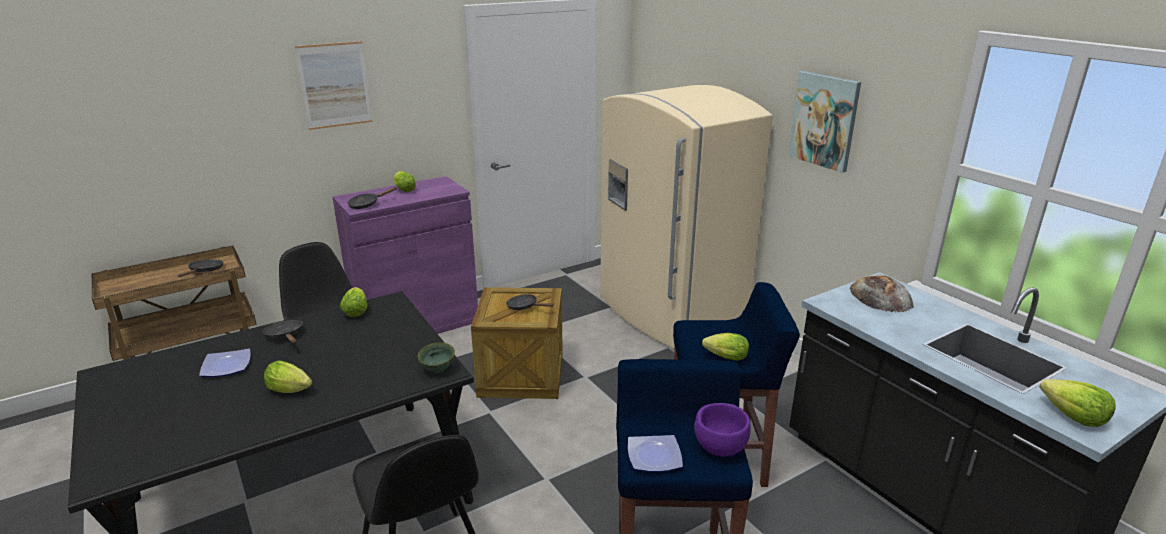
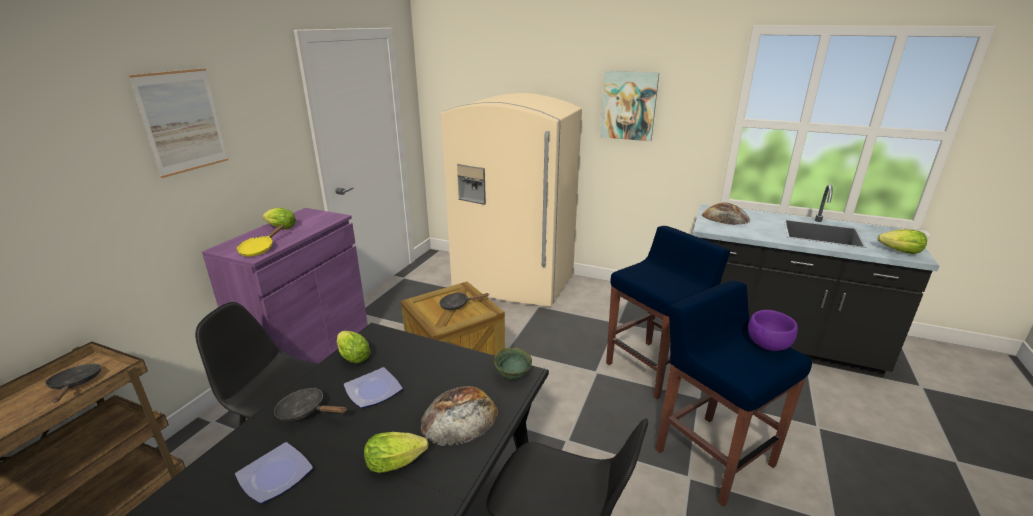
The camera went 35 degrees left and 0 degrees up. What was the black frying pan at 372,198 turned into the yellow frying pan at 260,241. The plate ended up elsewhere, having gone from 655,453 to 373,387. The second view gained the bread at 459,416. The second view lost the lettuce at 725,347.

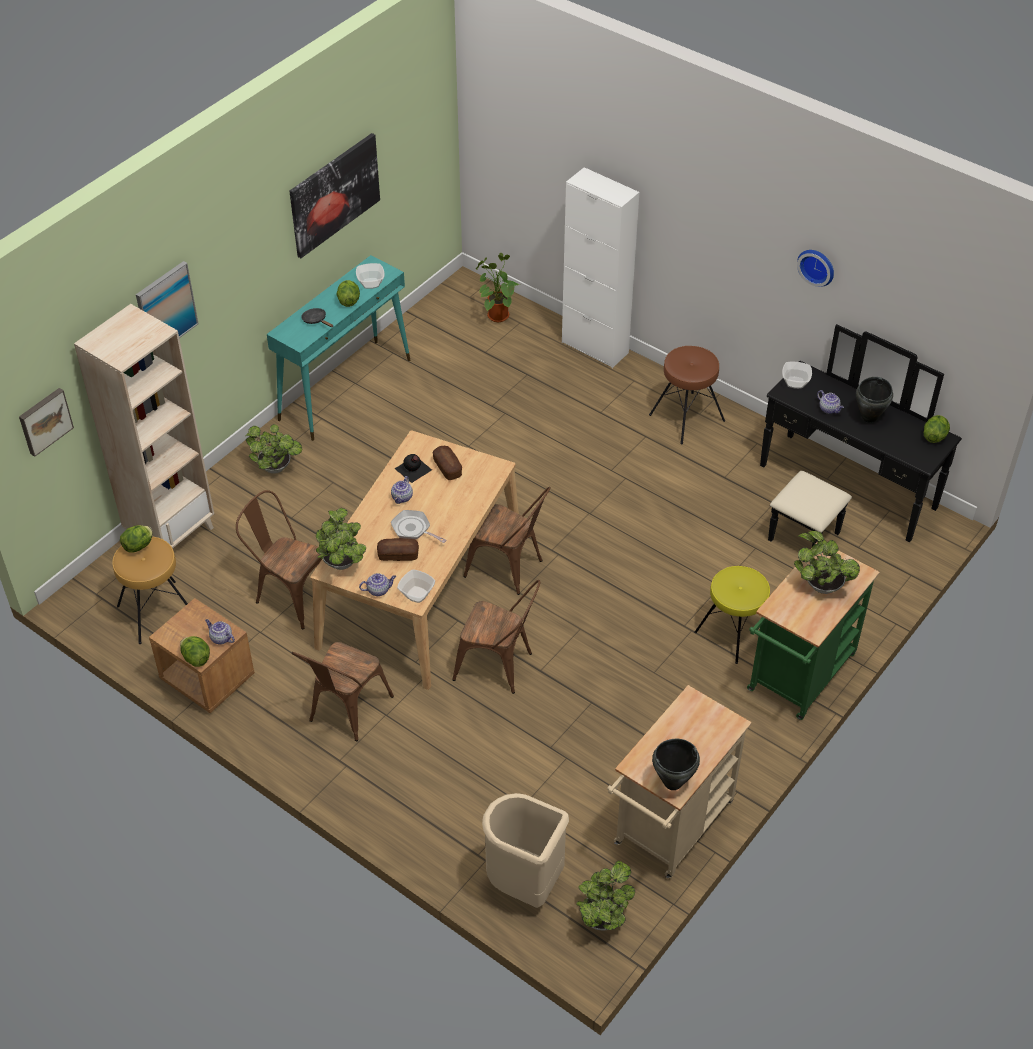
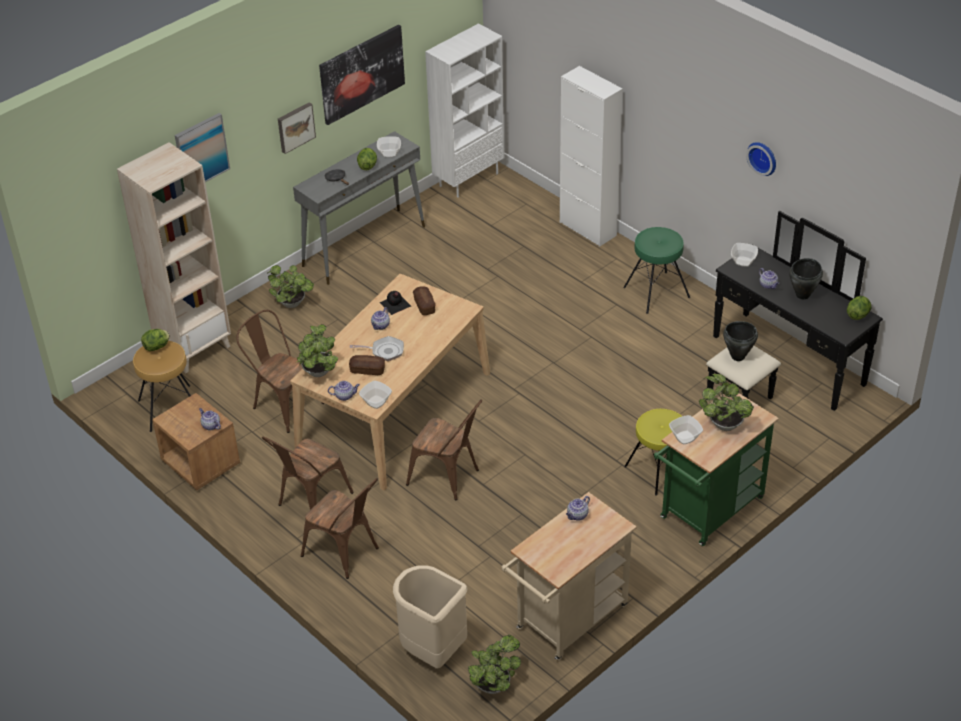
The camera went 10 degrees right and 5 degrees down. The picture ended up elsewhere, having gone from 46,422 to 297,128. What was the turquoise console table at 338,348 turned into the grey console table at 359,208. The brown chair ended up elsewhere, having gone from 507,541 to 340,528. The frying pan at 419,526 ended up facing another way, 135 degrees clockwise from before. The second view gained the white bookcase at 464,110. The second view gained the teapot at 578,508. What was the brown stool at 687,395 turned into the green stool at 656,270. The second view gained the bowl at 686,429. The black cooking pot ended up elsewhere, having gone from 676,764 to 740,341. The second view lost the lettuce at 195,651. The second view lost the potted plant at 498,287.

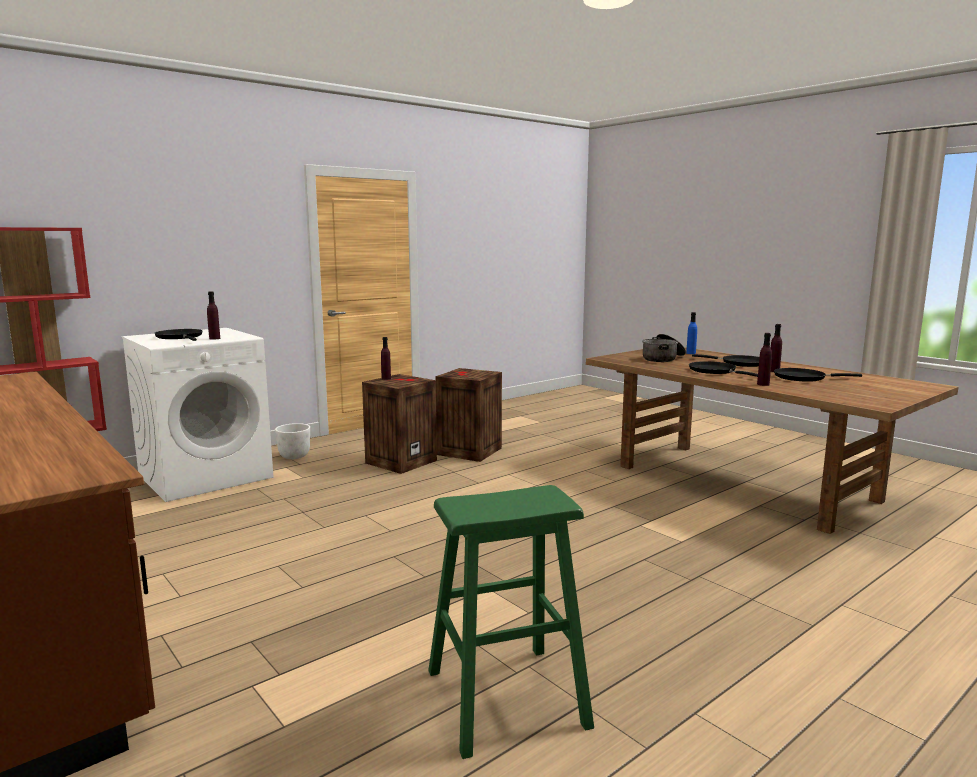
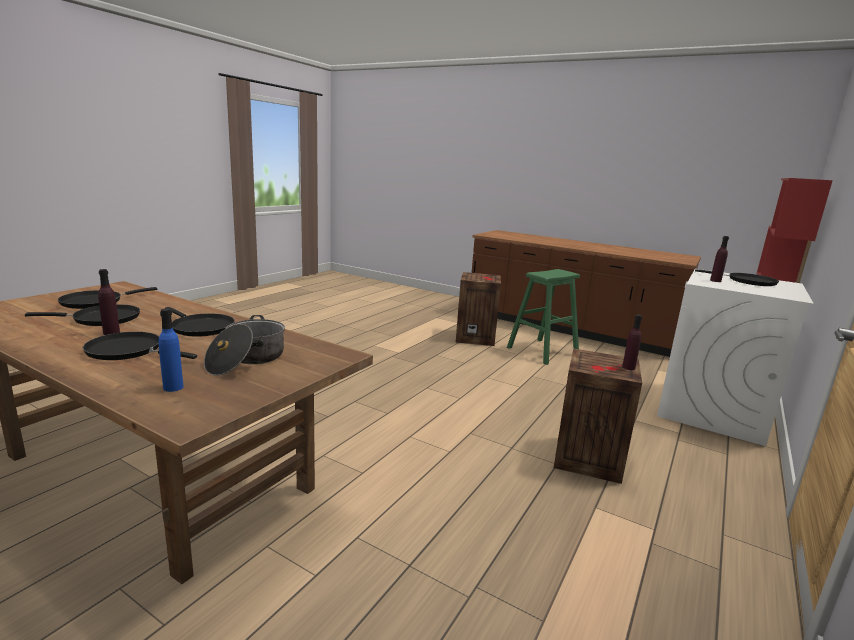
The camera went 160 degrees right and 5 degrees up. The second view gained the black frying pan at 107,298. The crate ended up elsewhere, having gone from 468,415 to 478,309. The green stool ended up elsewhere, having gone from 511,622 to 543,317. The second view lost the white planter at 292,441. The second view lost the purple bottle at 764,359.

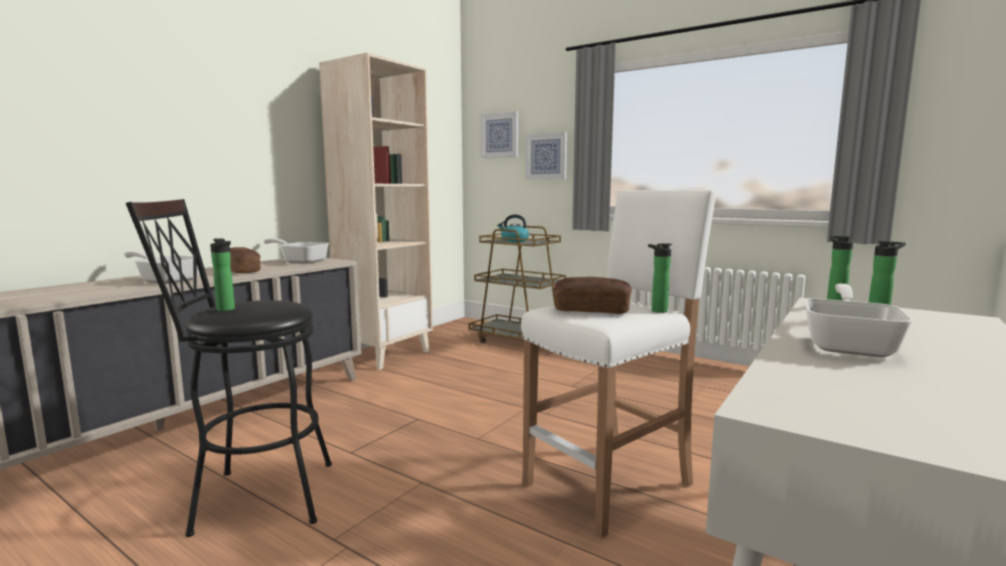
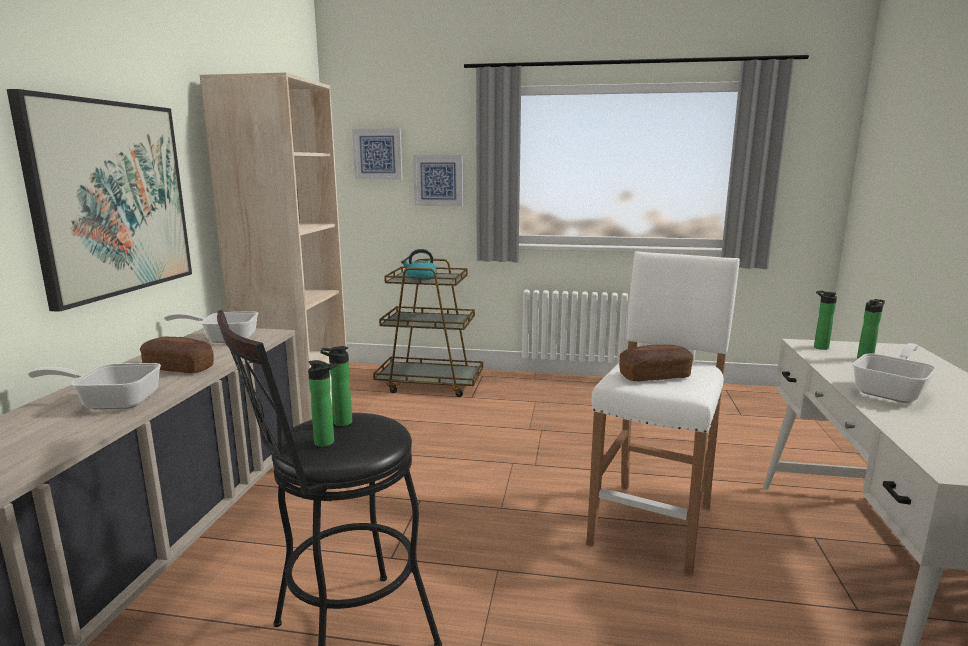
The camera went 25 degrees left and 5 degrees up. The second view gained the picture at 99,200. The bottle ended up elsewhere, having gone from 660,278 to 336,386. The frying pan at 858,320 ended up facing another way, 45 degrees clockwise from before.

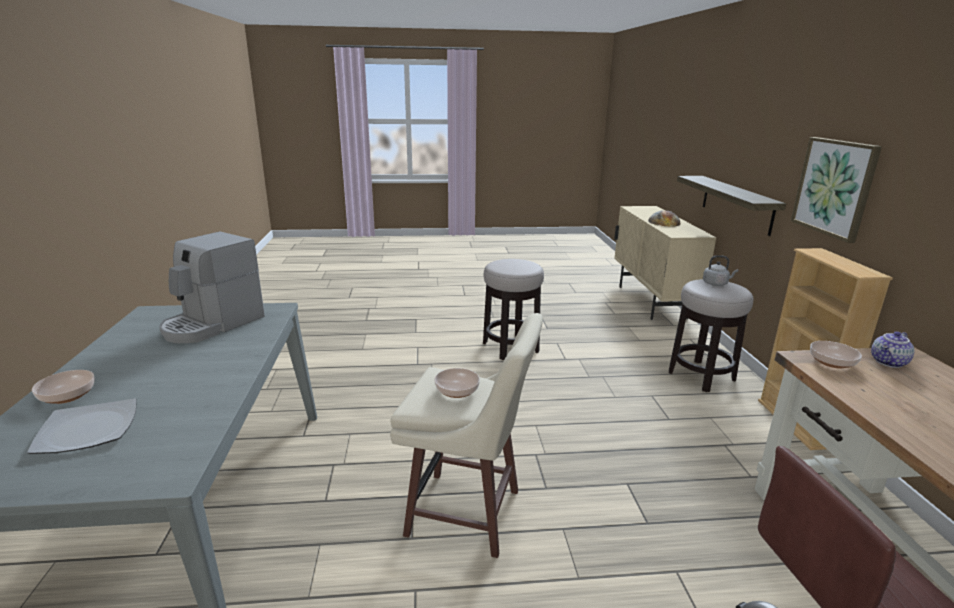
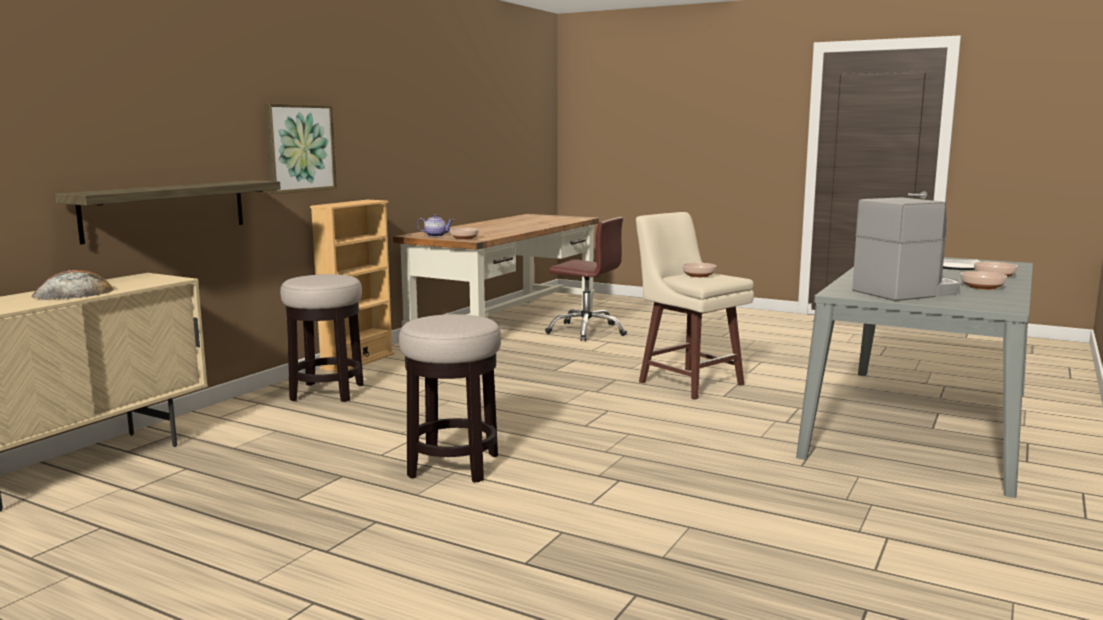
The camera went 145 degrees left and 10 degrees down. The second view gained the bowl at 984,280. The second view lost the grey kettle at 720,270.

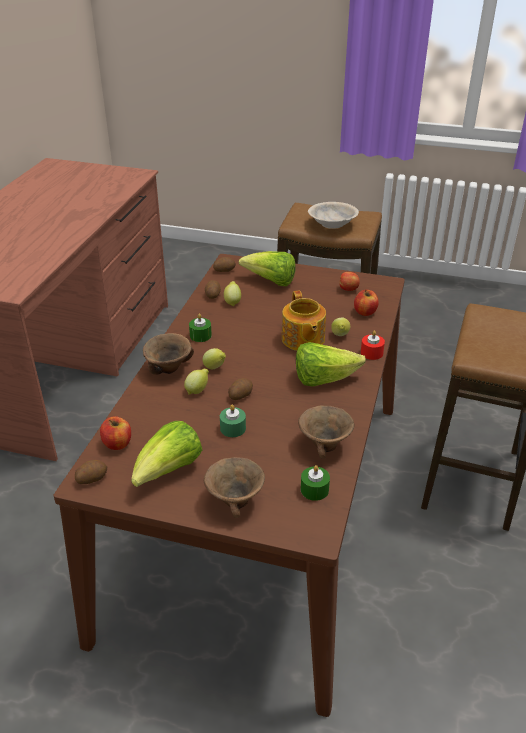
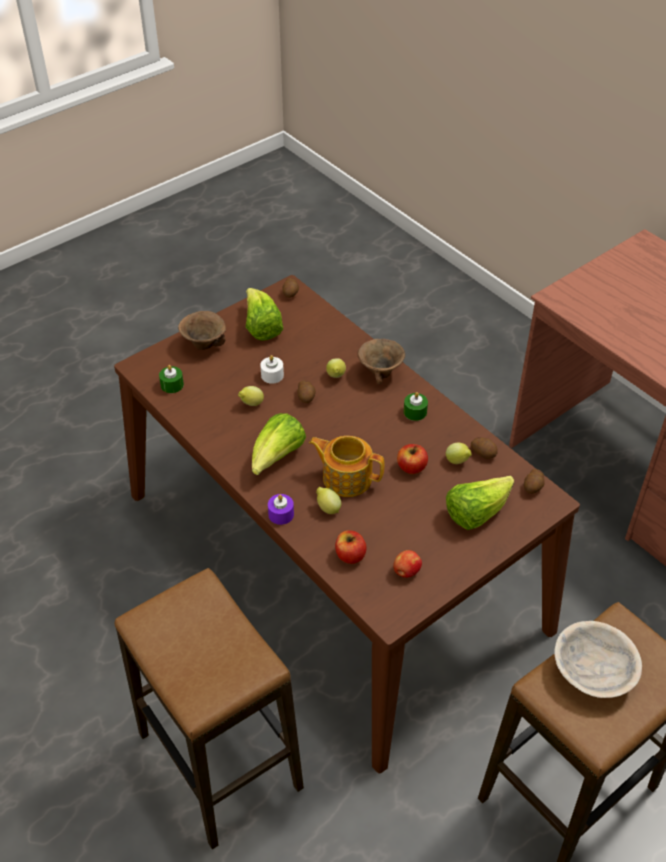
The camera went 125 degrees right and 10 degrees up. The lemon ended up elsewhere, having gone from 214,358 to 251,396. What was the green candle at 233,421 turned into the white candle at 272,369. What was the red candle at 373,345 turned into the purple candle at 281,509. The apple ended up elsewhere, having gone from 115,433 to 412,459. The second view lost the brown bowl at 326,432.

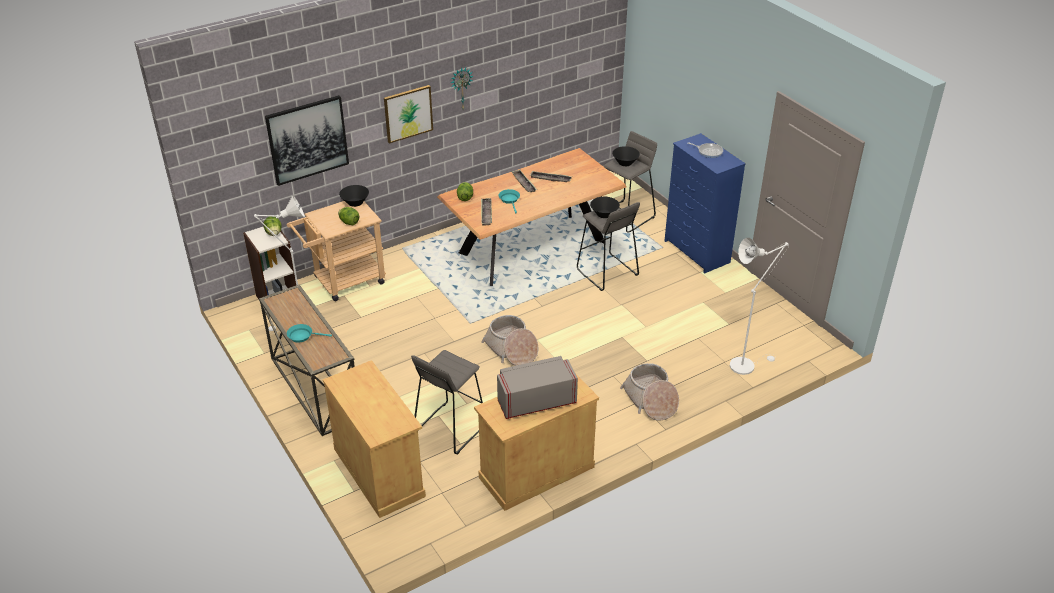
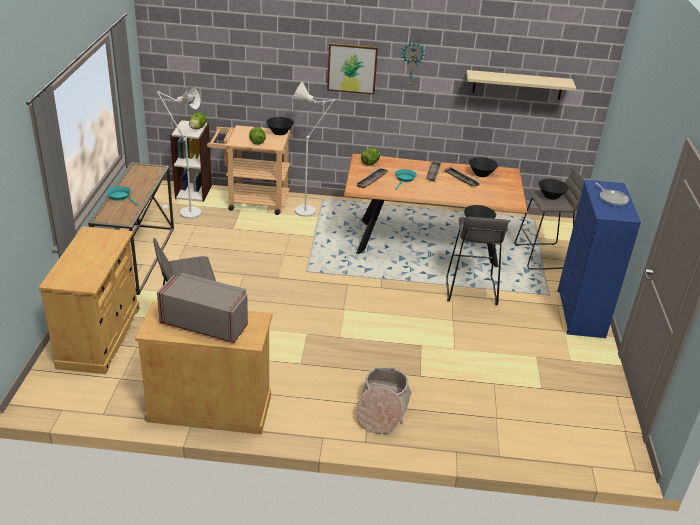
The camera went 35 degrees right and 5 degrees down. The white floor lamp ended up elsewhere, having gone from 759,306 to 313,150. The second view gained the beige shelf at 521,85. The second view gained the black bowl at 483,167. The second view lost the picture at 307,140. The second view lost the basket at 510,340.

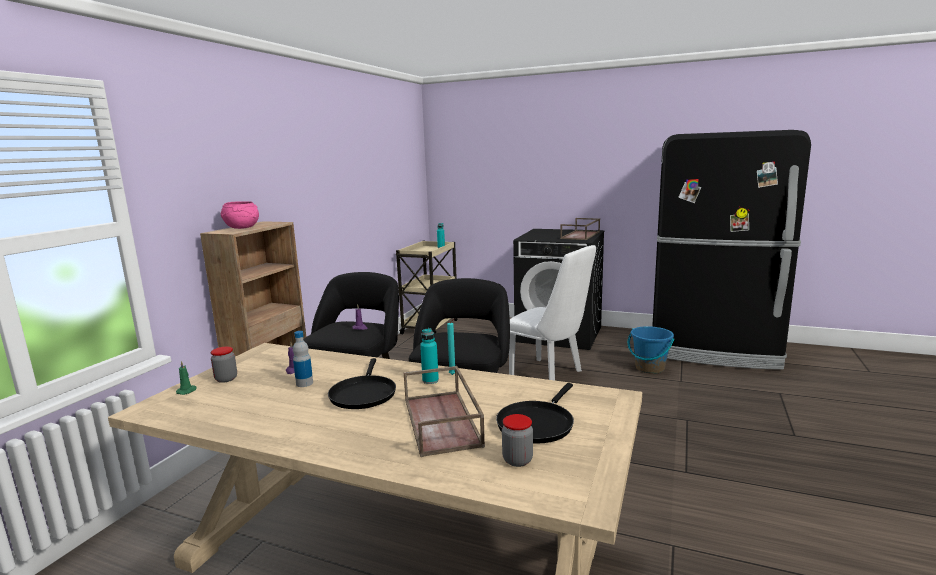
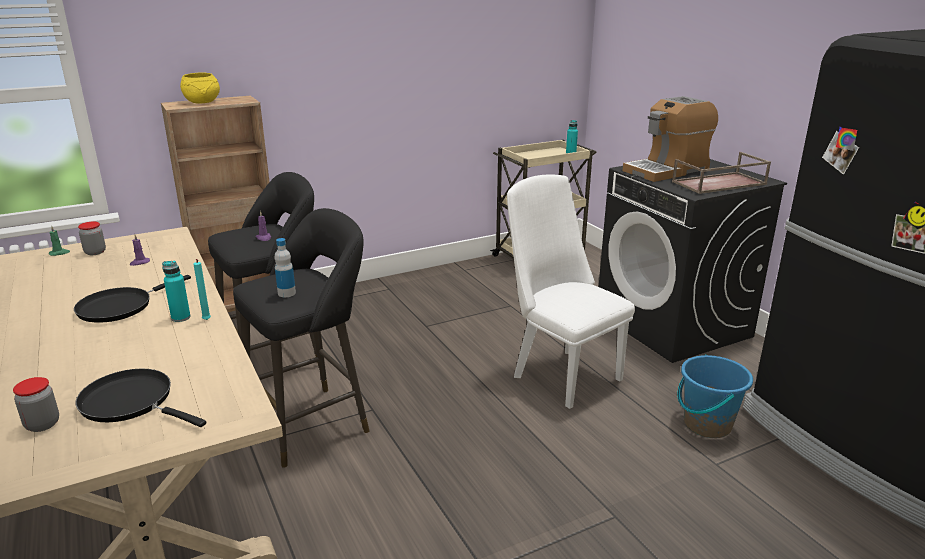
The camera went 40 degrees right and 10 degrees up. The black frying pan at 535,413 ended up facing another way, 45 degrees clockwise from before. What was the pink bowl at 240,215 turned into the yellow bowl at 200,87. The bottle ended up elsewhere, having gone from 303,359 to 285,267. The white chair at 552,313 ended up facing another way, 150 degrees clockwise from before. The second view gained the coffee machine at 670,139. The second view lost the brown tray at 444,411.

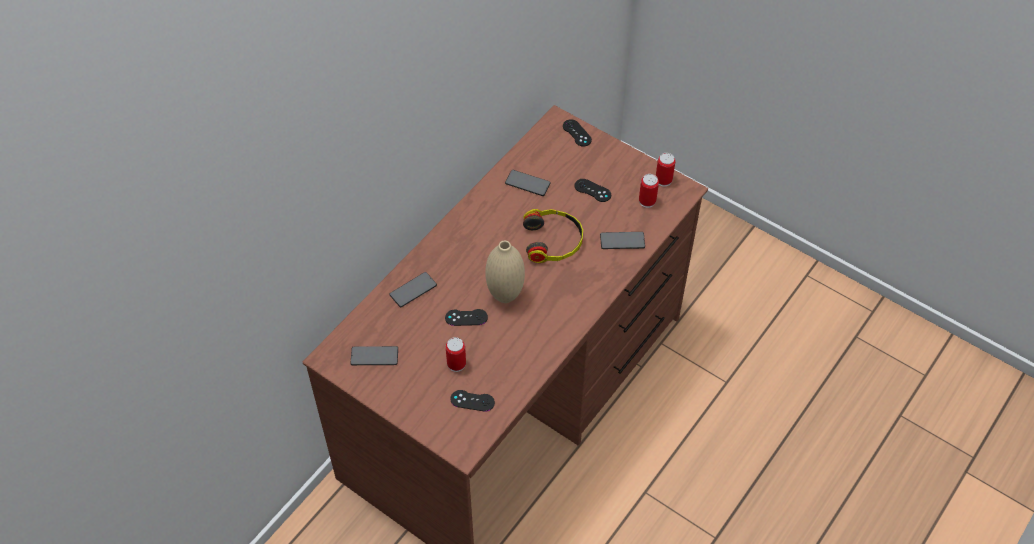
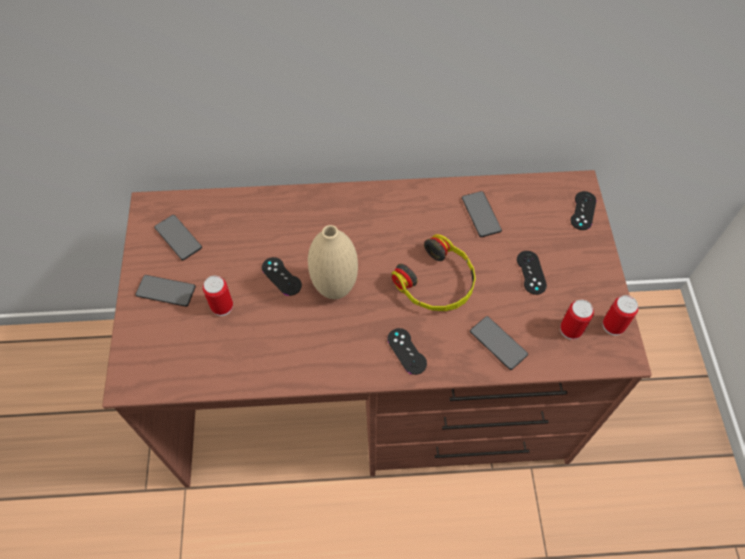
The camera went 50 degrees right and 5 degrees up. The phone ended up elsewhere, having gone from 413,289 to 165,291. The black game controller ended up elsewhere, having gone from 473,401 to 407,351.

